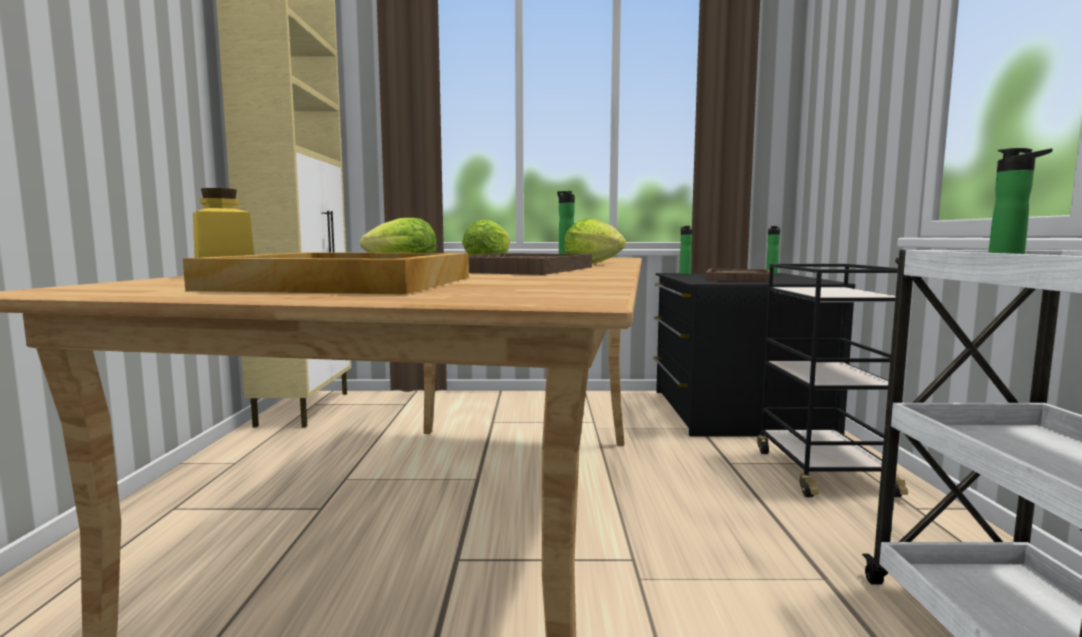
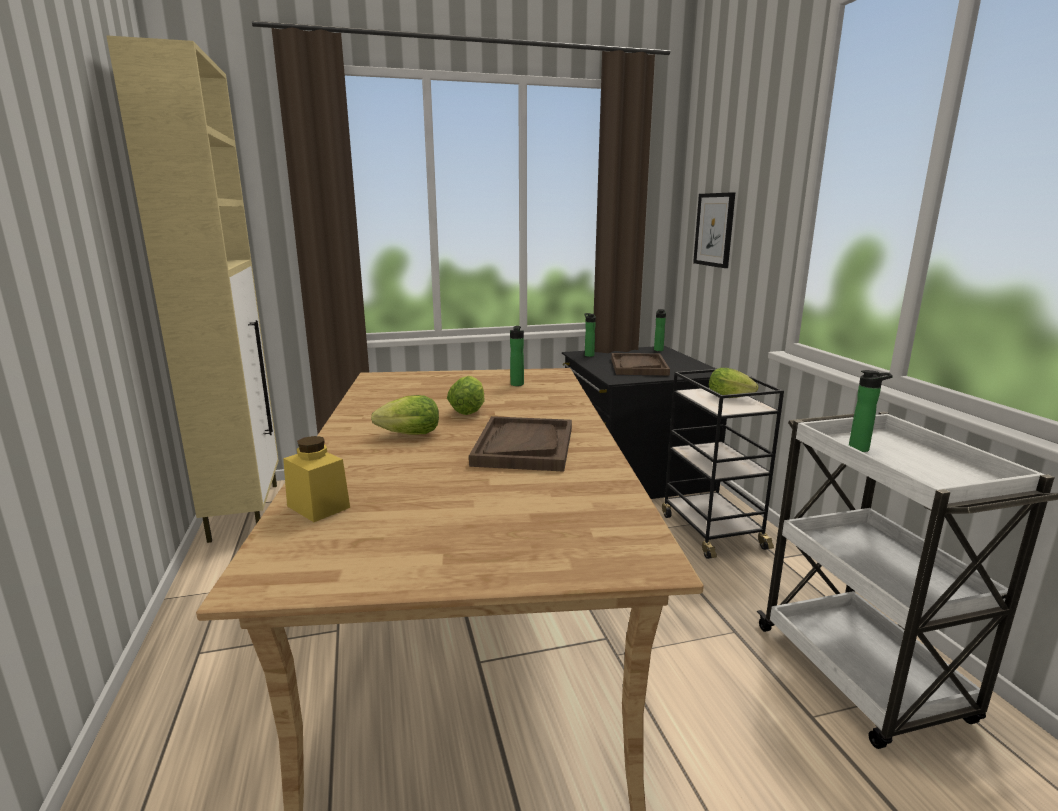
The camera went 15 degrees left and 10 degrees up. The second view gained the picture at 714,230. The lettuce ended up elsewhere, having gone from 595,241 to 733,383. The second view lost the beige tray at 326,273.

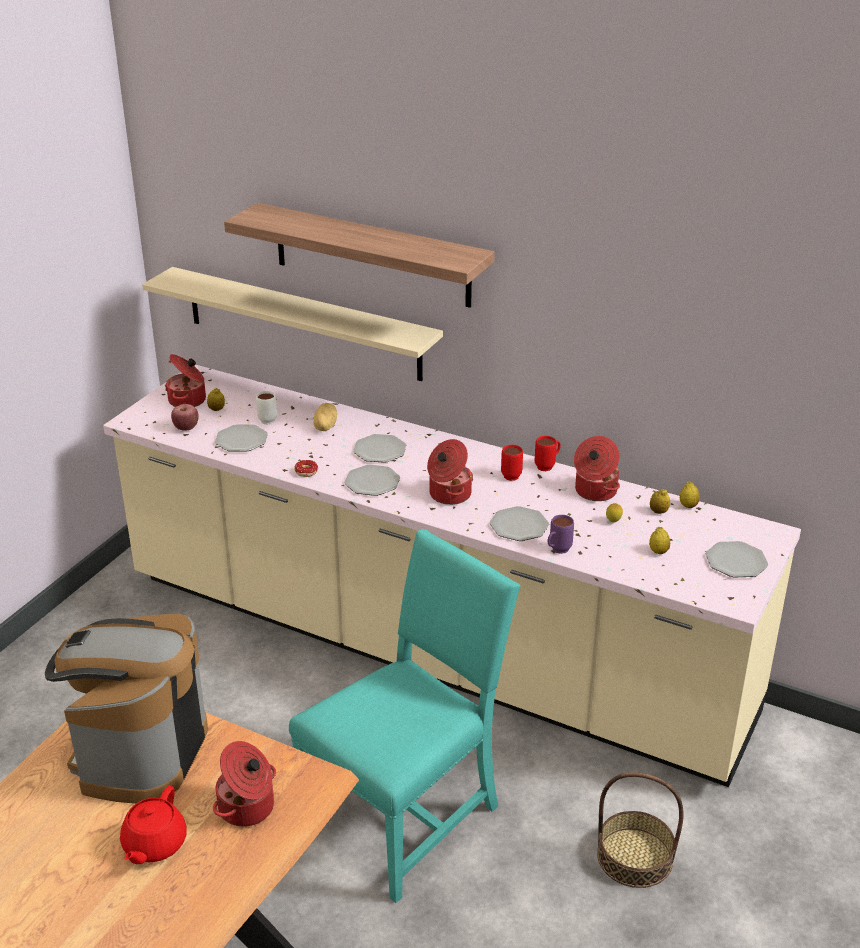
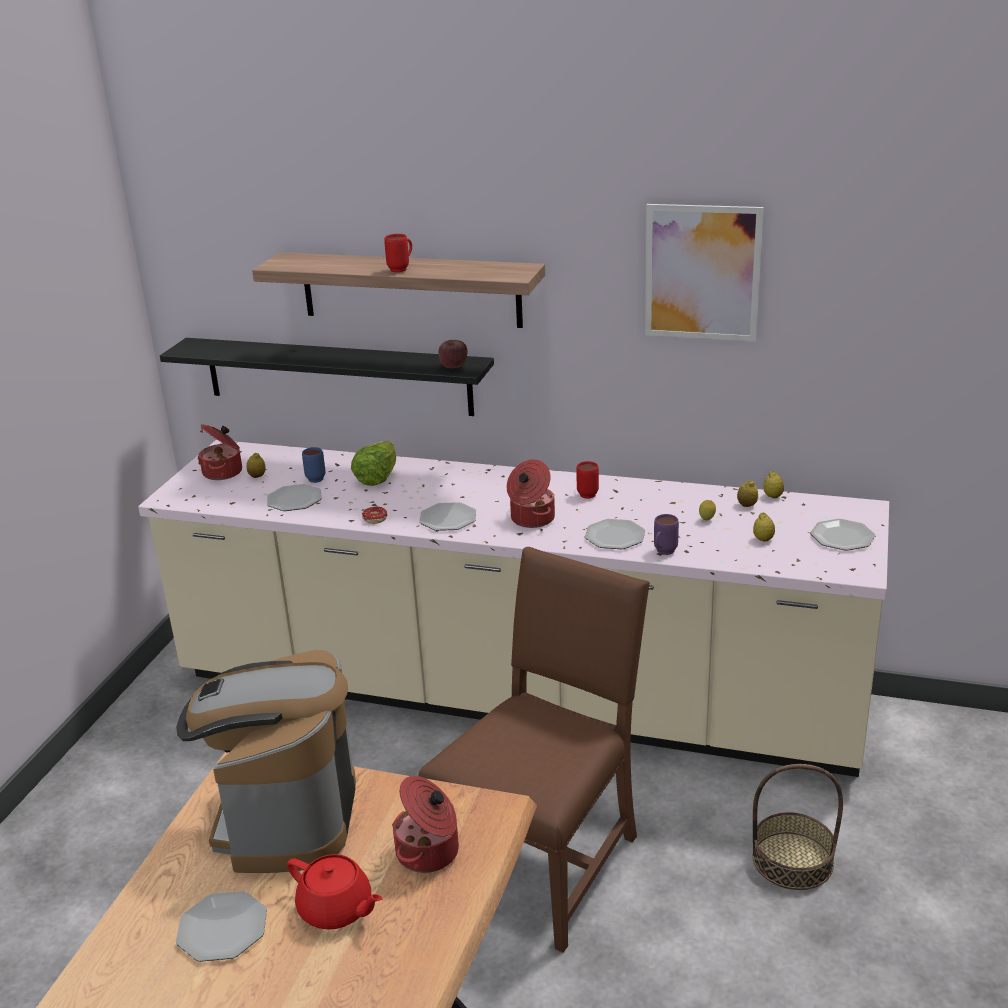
The camera went 10 degrees left and 5 degrees down. What was the beige shelf at 292,324 turned into the black shelf at 327,377. The plate ended up elsewhere, having gone from 379,448 to 221,926. The red teapot at 153,825 ended up facing another way, 60 degrees counterclockwise from before. What was the white mug at 266,408 turned into the blue mug at 314,465. Where the potato stood at 325,417, the lettuce came to stand at 373,463. The red mug ended up elsewhere, having gone from 548,453 to 398,253. What was the turquoise chair at 404,716 turned into the brown chair at 534,750. The apple ended up elsewhere, having gone from 185,417 to 453,354. The second view gained the picture at 704,272. The second view lost the cooking pot at 597,468.

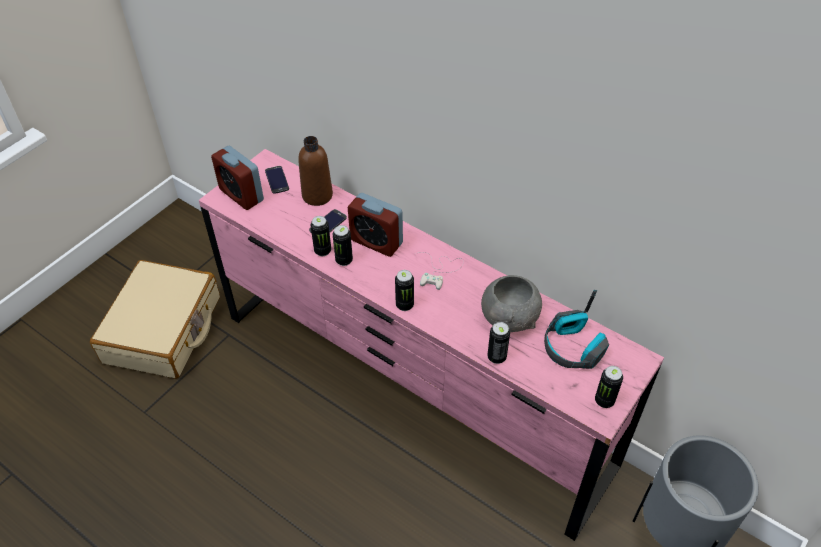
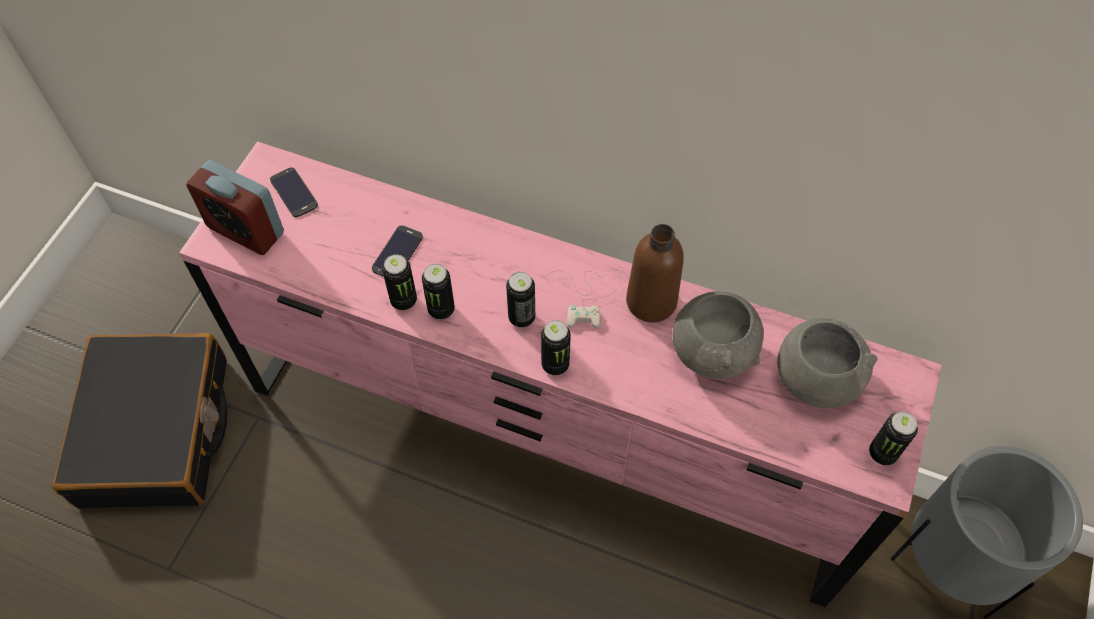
The camera went 15 degrees left and 10 degrees up. What was the beige suitcase at 155,319 turned into the black suitcase at 139,420. The can ended up elsewhere, having gone from 498,343 to 520,299. The brown bottle ended up elsewhere, having gone from 315,171 to 655,273. Where the headphones stood at 576,329, the grey bowl came to stand at 827,363. The second view lost the alarm clock at 375,225.

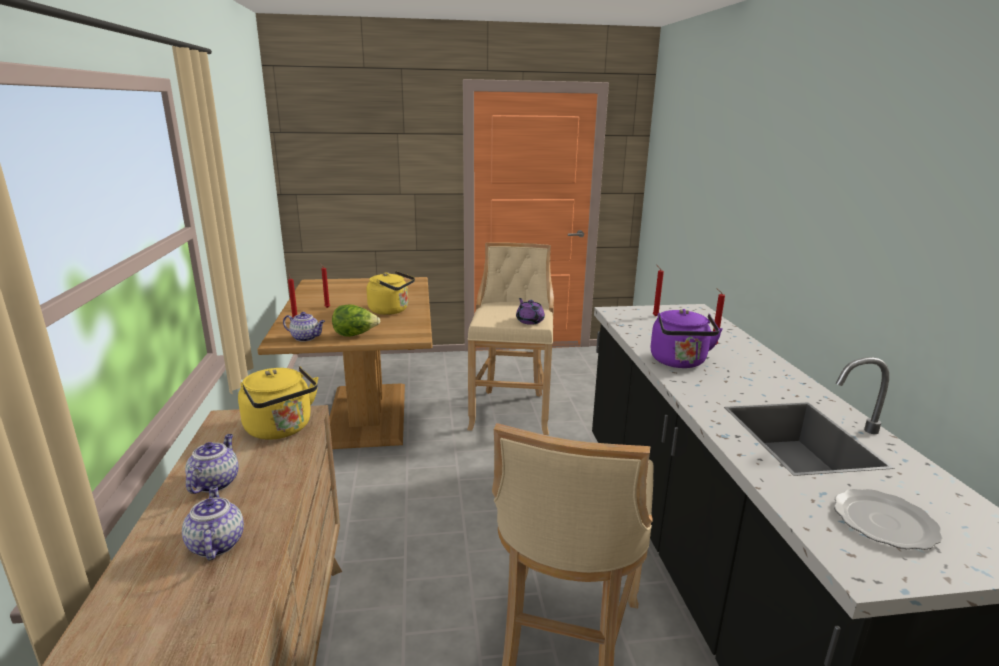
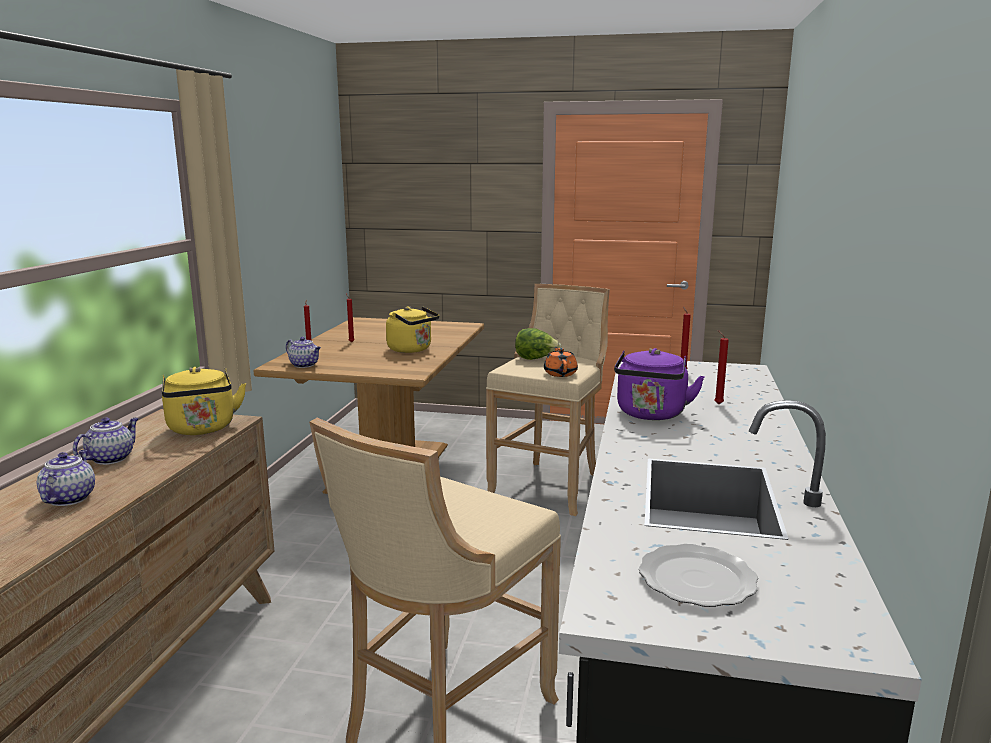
The camera went 20 degrees right and 5 degrees down. The lettuce ended up elsewhere, having gone from 356,320 to 538,344. What was the purple teapot at 530,311 turned into the orange teapot at 561,362.

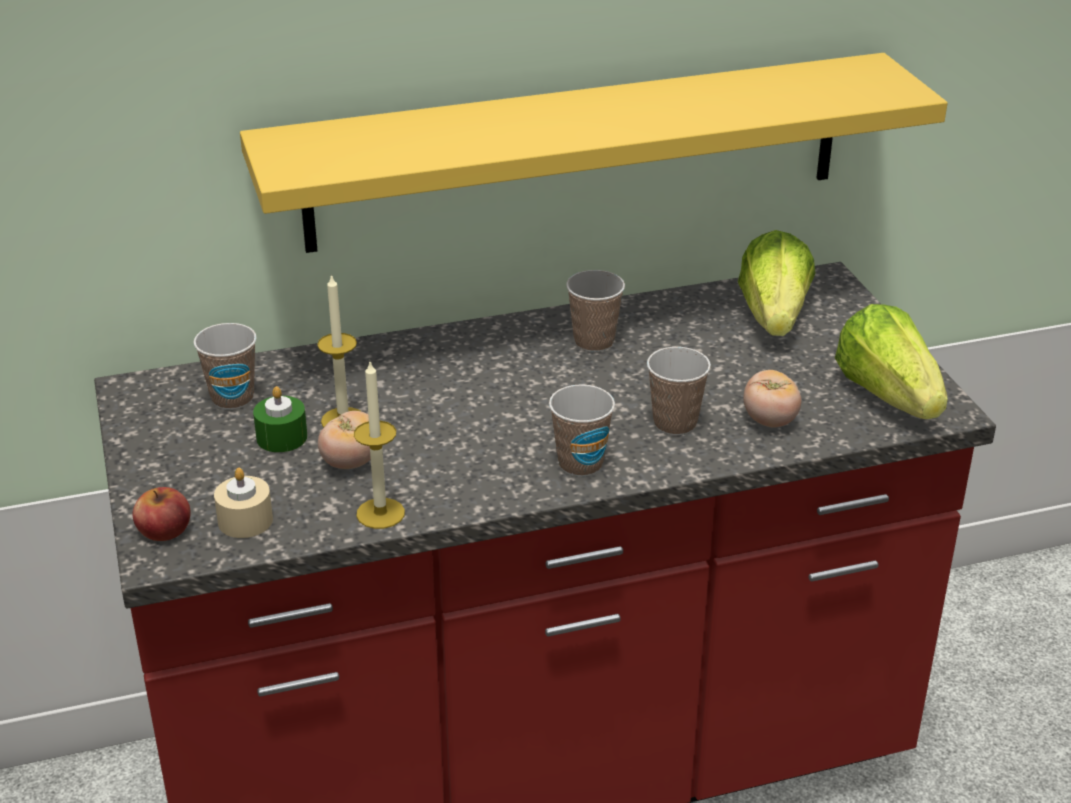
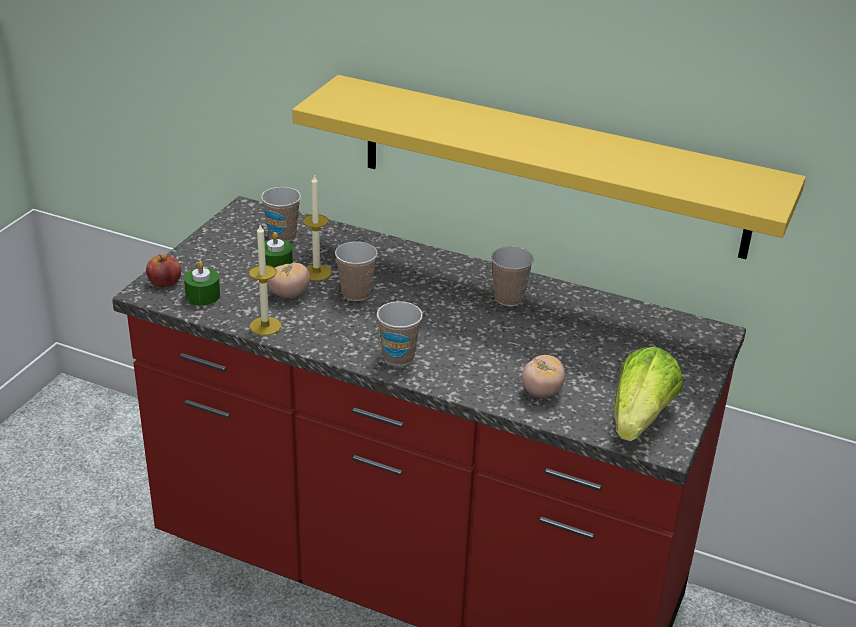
The camera went 40 degrees right and 0 degrees up. What was the beige candle at 243,503 turned into the green candle at 202,283. The cup ended up elsewhere, having gone from 679,391 to 356,271. The second view lost the lettuce at 777,283.

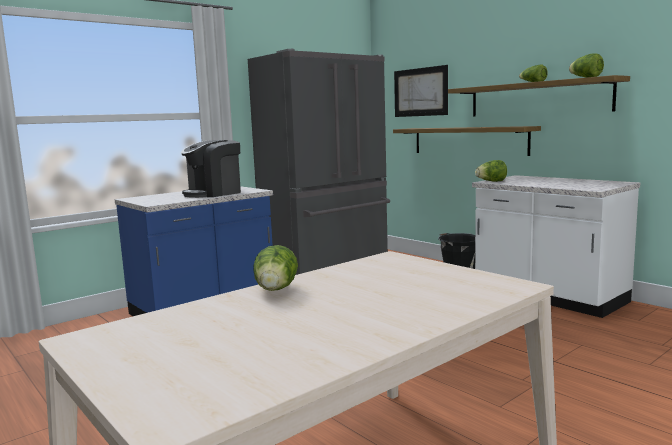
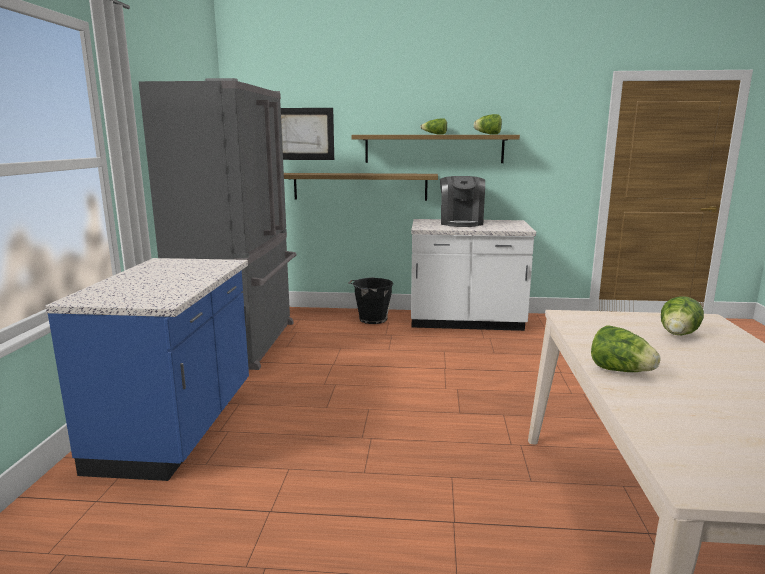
The camera went 45 degrees left and 5 degrees up. The coffee machine ended up elsewhere, having gone from 211,169 to 462,201. The lettuce ended up elsewhere, having gone from 491,171 to 682,315.

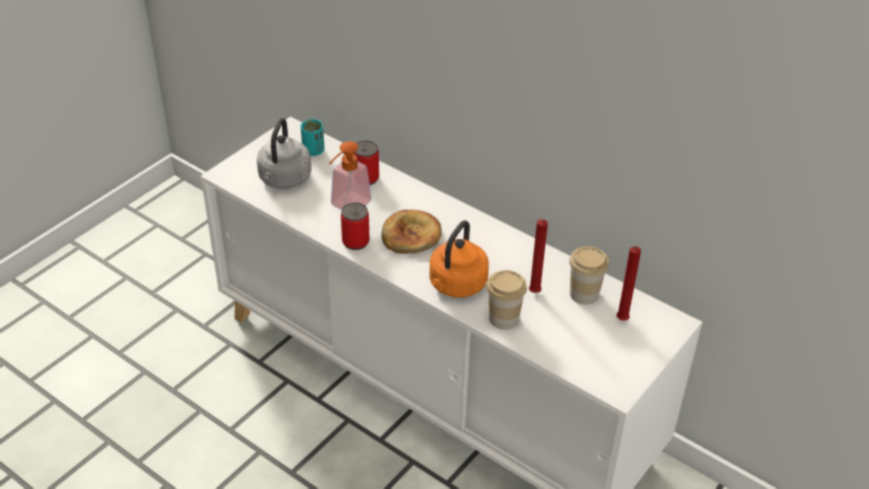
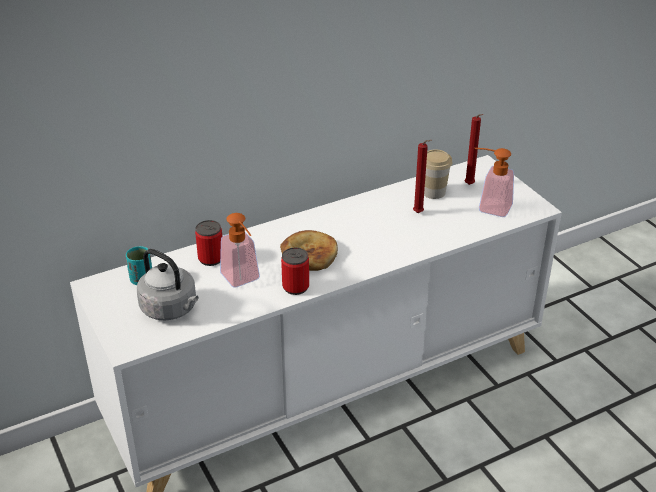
The camera went 65 degrees left and 5 degrees down. The second view gained the soap dispenser at 494,182. The second view lost the orange kettle at 459,259. The second view lost the cup at 506,300.

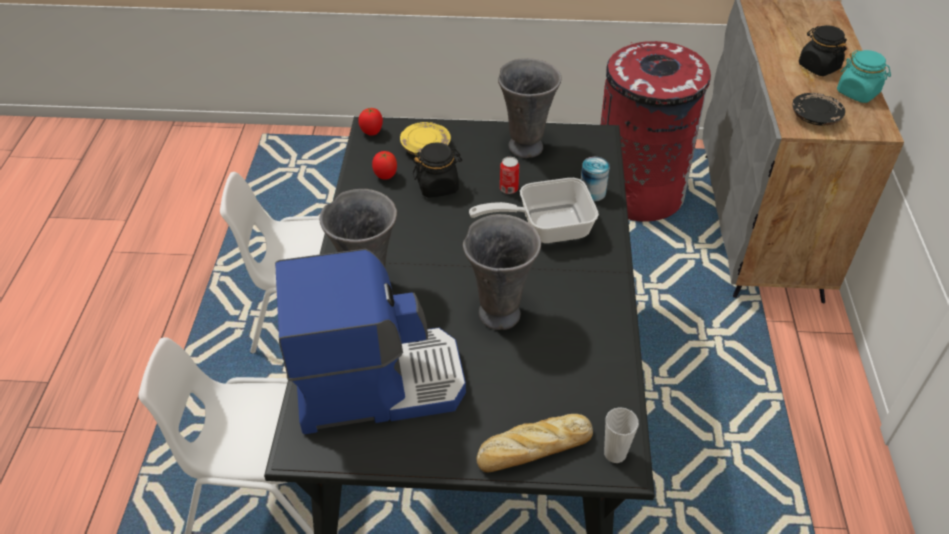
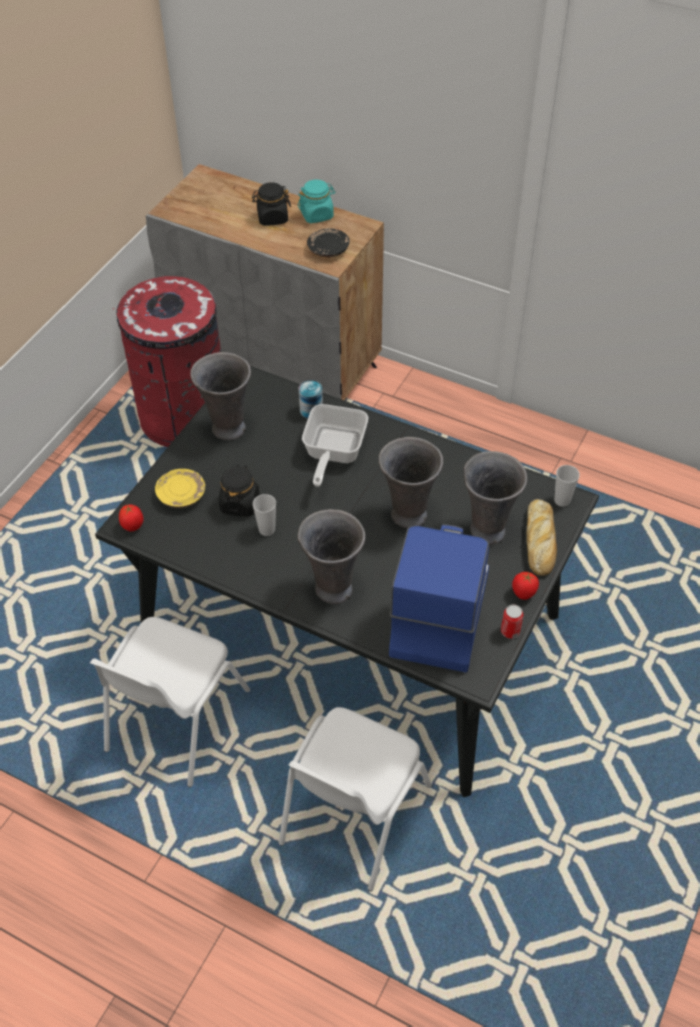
The camera went 65 degrees left and 5 degrees up. The second view gained the cup at 264,515. The second view gained the grey vase at 495,498. The can ended up elsewhere, having gone from 509,175 to 512,622. The tomato ended up elsewhere, having gone from 384,165 to 525,586.

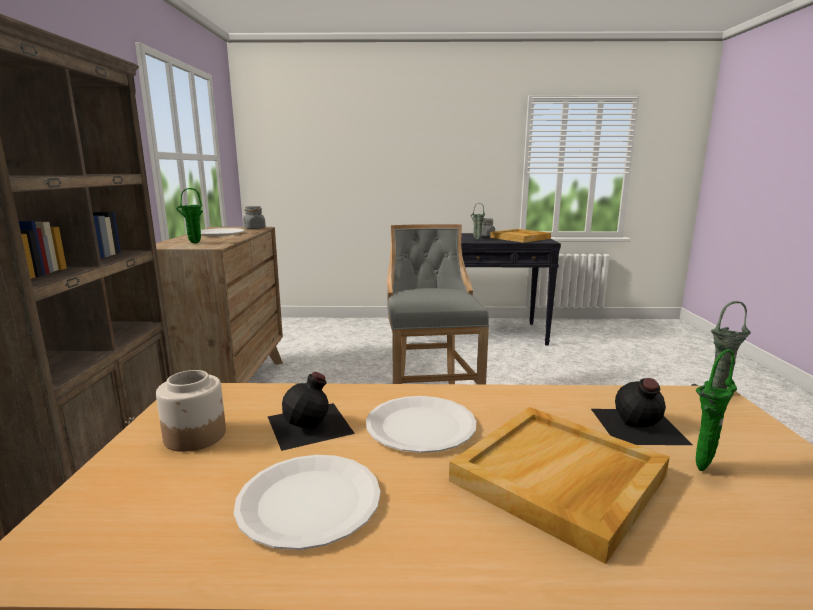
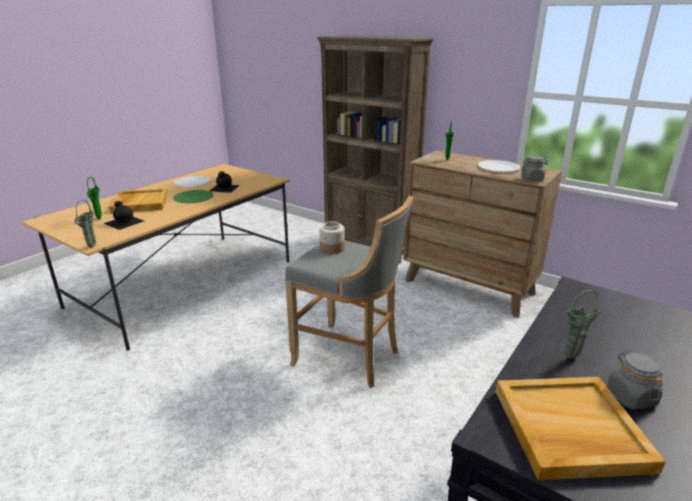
The camera went 125 degrees right and 10 degrees up. What was the white plate at 421,424 turned into the green plate at 193,196. The jar ended up elsewhere, having gone from 191,411 to 332,237.

